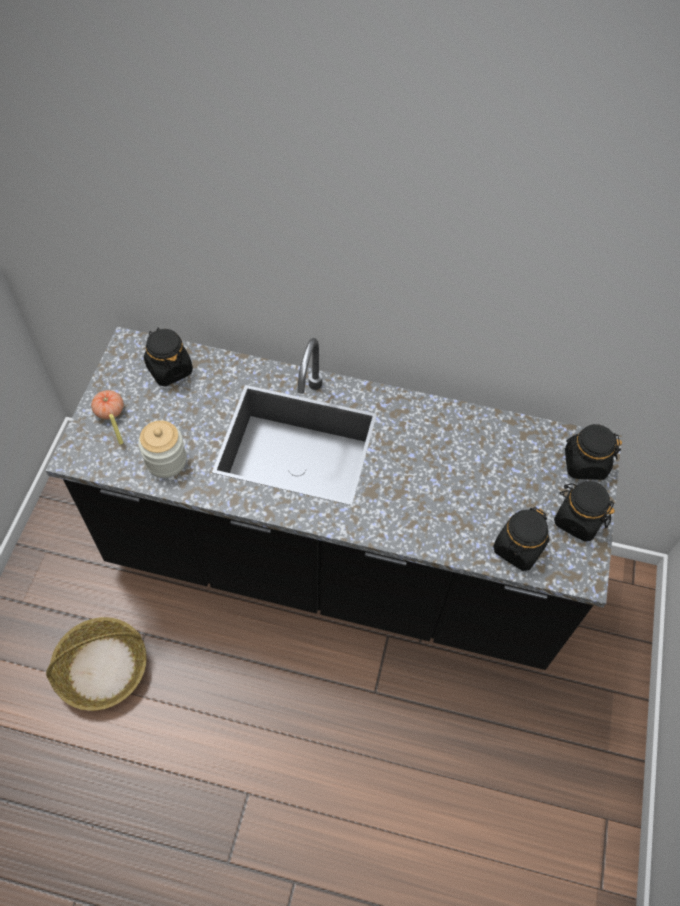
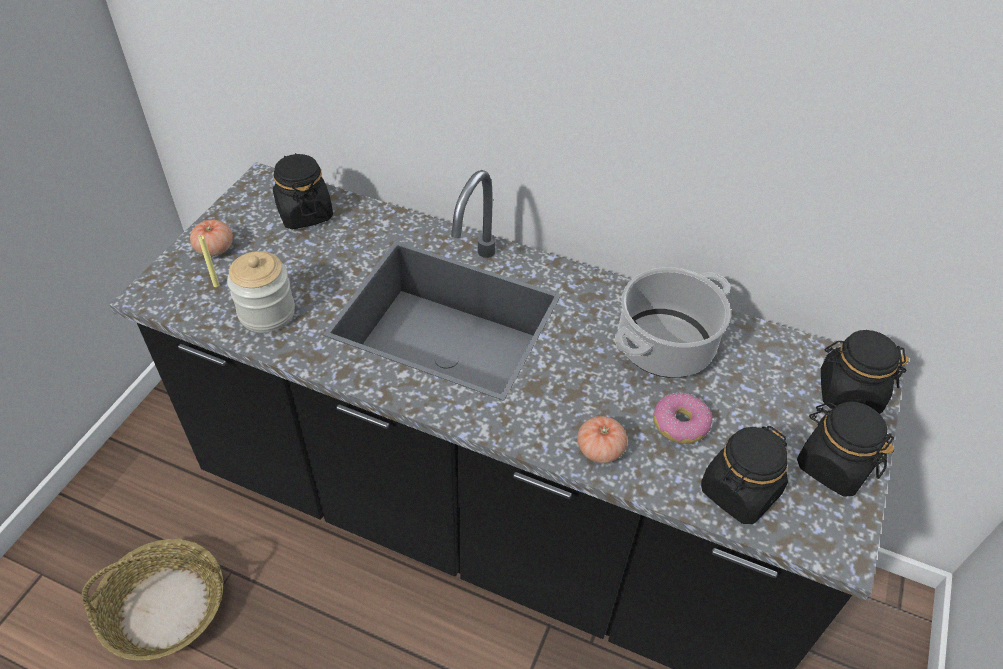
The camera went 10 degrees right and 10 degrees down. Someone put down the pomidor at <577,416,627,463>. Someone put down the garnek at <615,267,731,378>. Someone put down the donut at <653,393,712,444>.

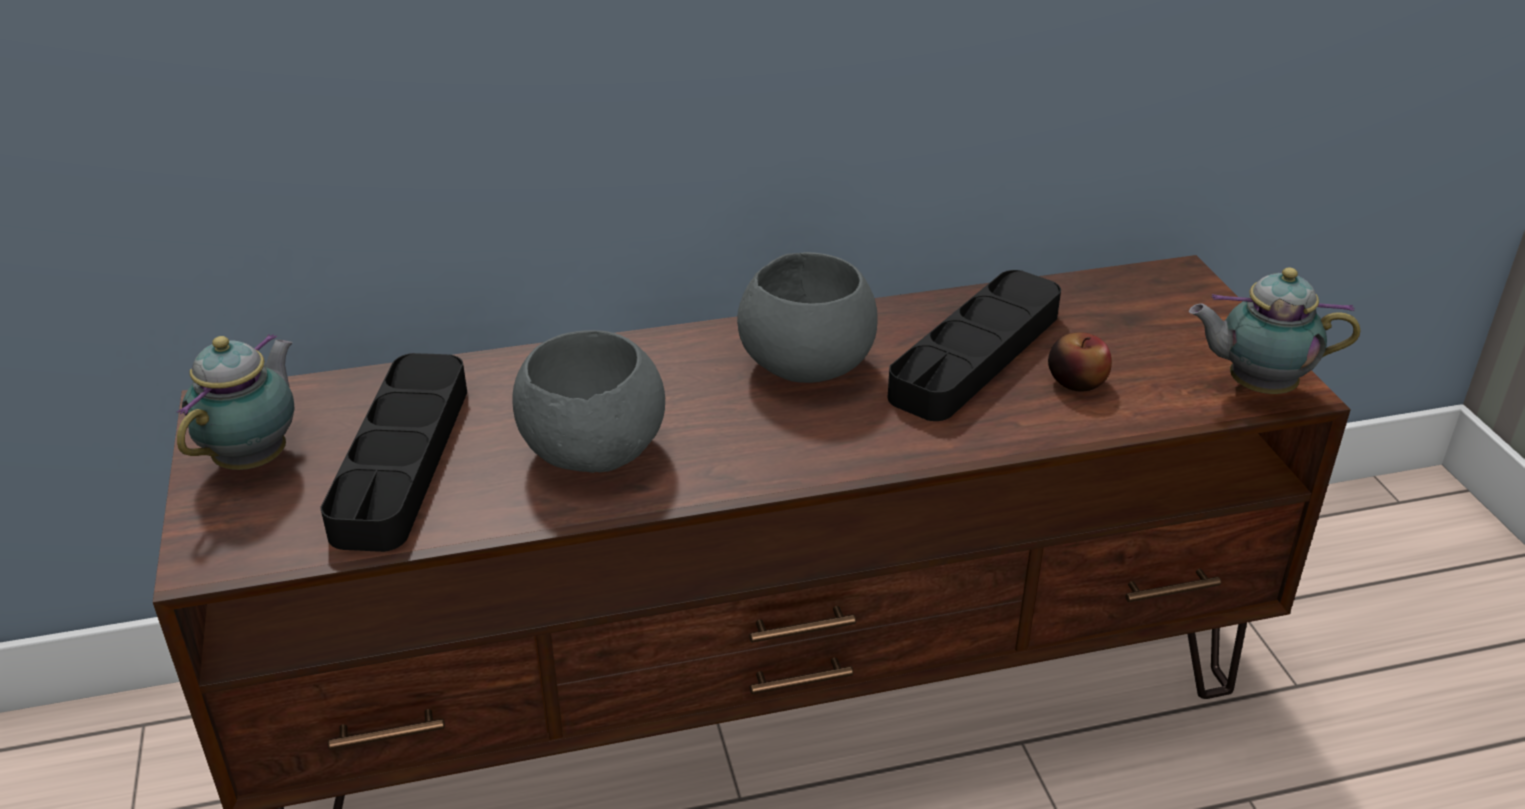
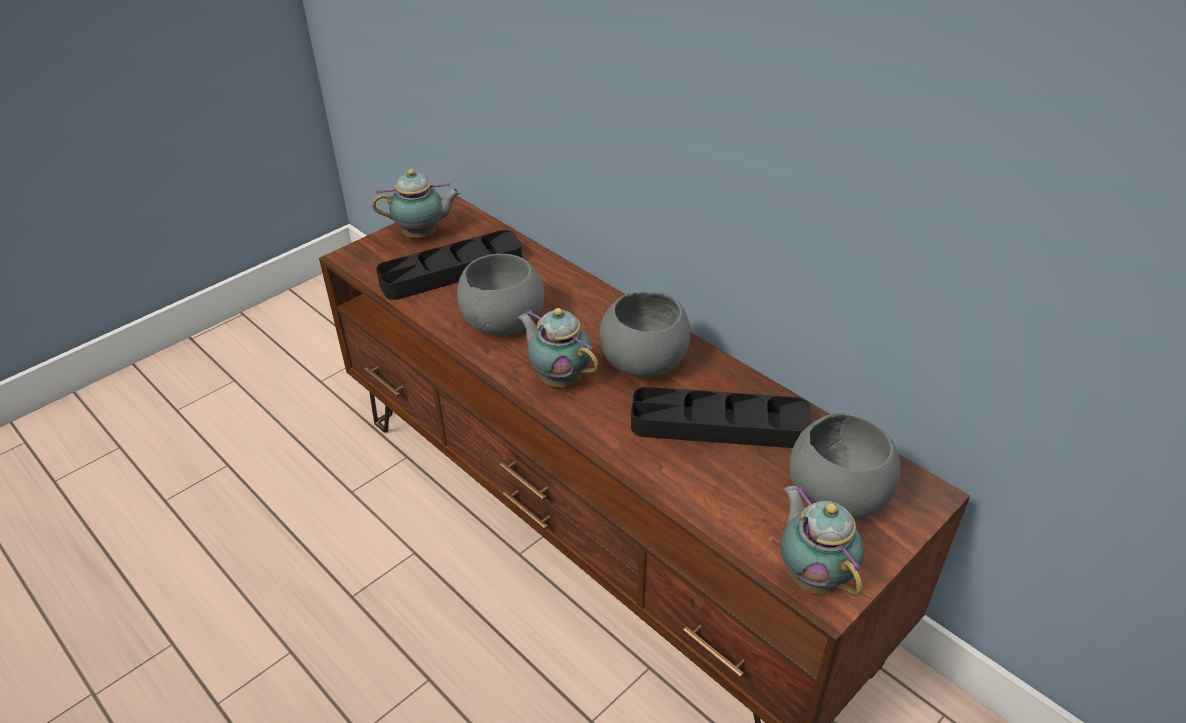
The camera went 60 degrees right and 5 degrees up. Someone took away the jabłko at <1048,332,1112,391>. Someone put down the imbryk at <518,308,599,387>. Someone put down the miska/szary at <790,413,901,519>.

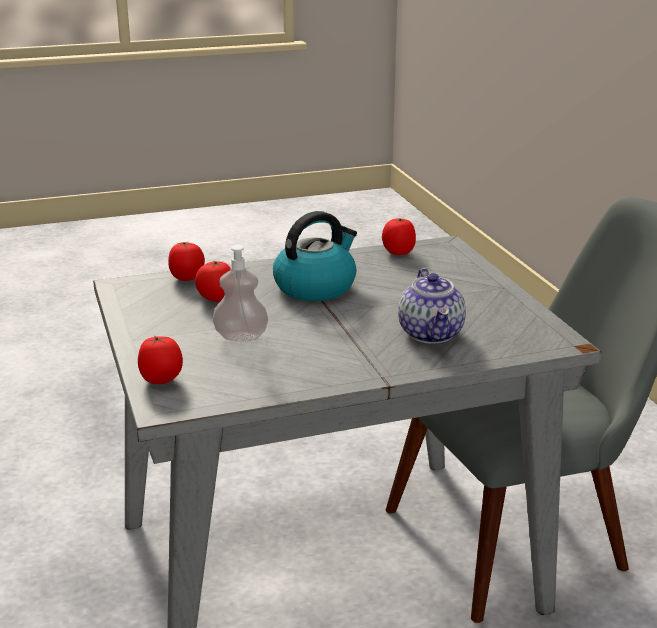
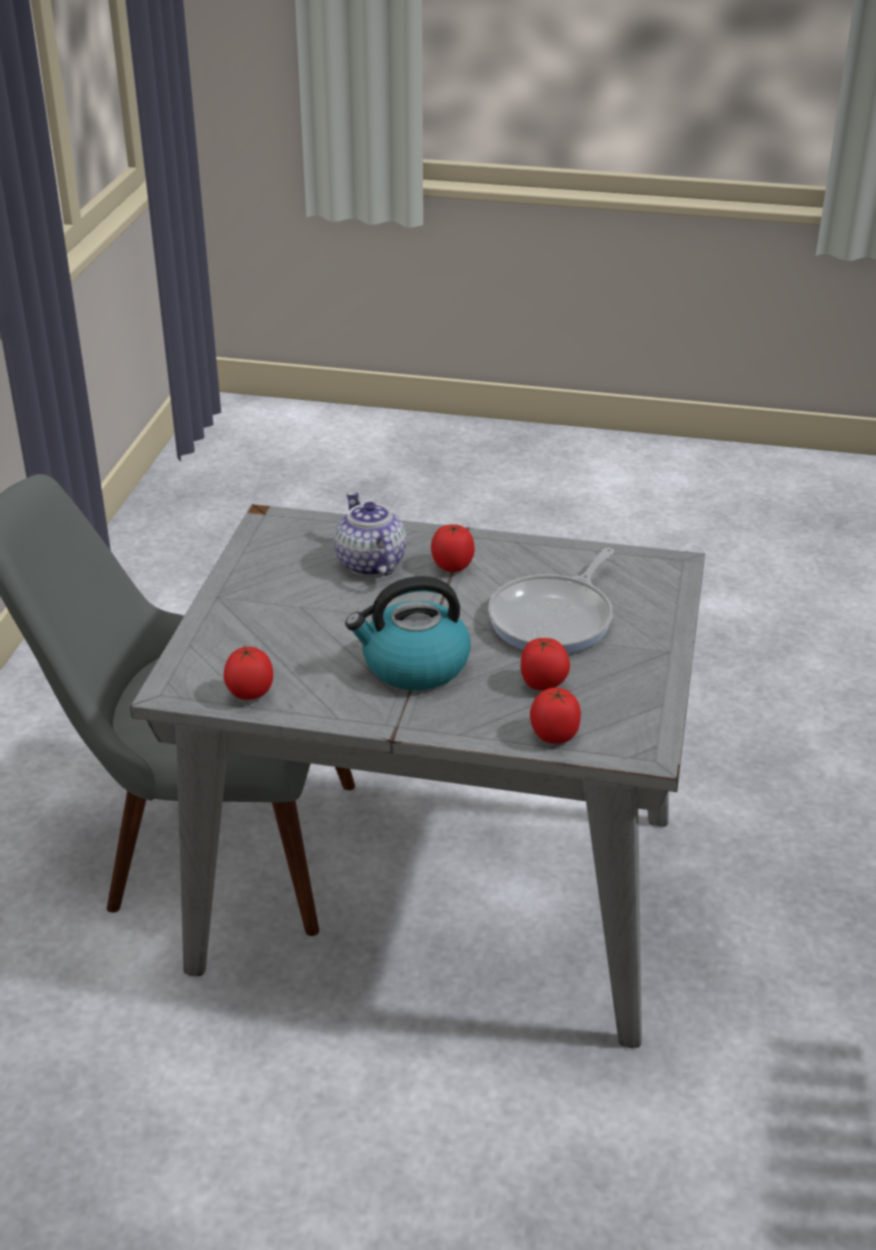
The camera went 150 degrees left and 10 degrees up. Someone carried the pomidor from <138,335,183,384> to <431,524,474,572>. Someone swapped the dozownik mydła at <213,245,268,342> for the patelnia at <488,548,614,654>. Someone rotated the imbryk at <398,268,466,343> by 45 degrees counterclockwise.

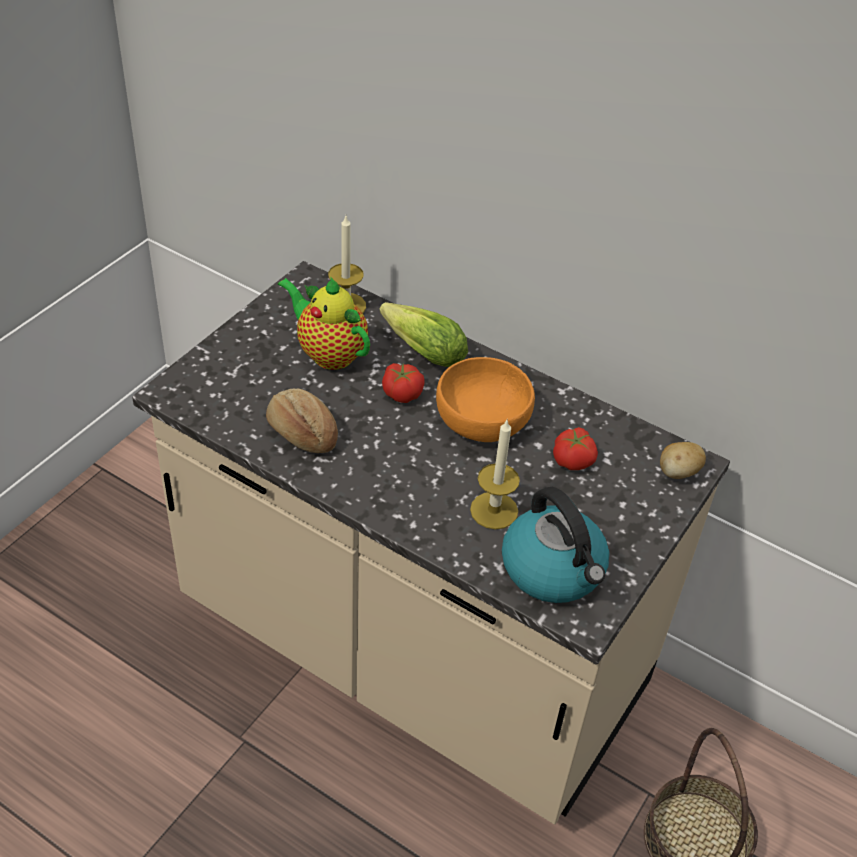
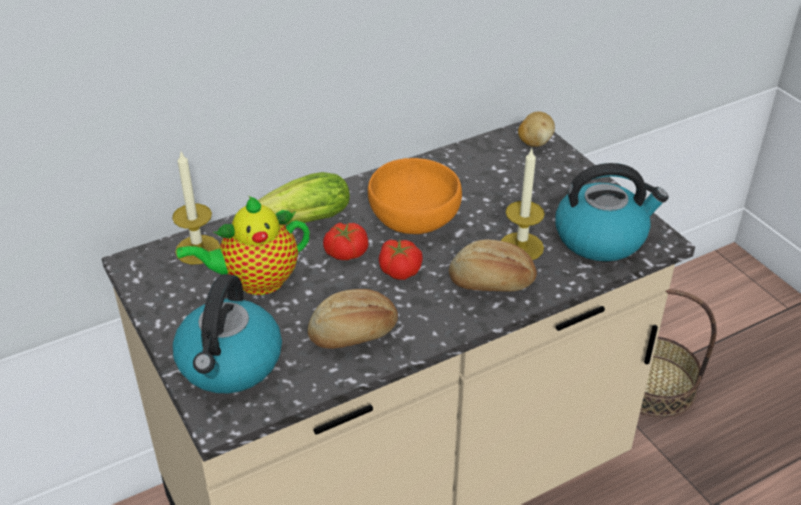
The camera went 60 degrees left and 5 degrees down. Someone carried the pomidor from <553,427,598,470> to <379,239,423,280>. Someone put down the czajnik at <173,274,282,393>. Someone put down the chleb at <449,240,537,292>.

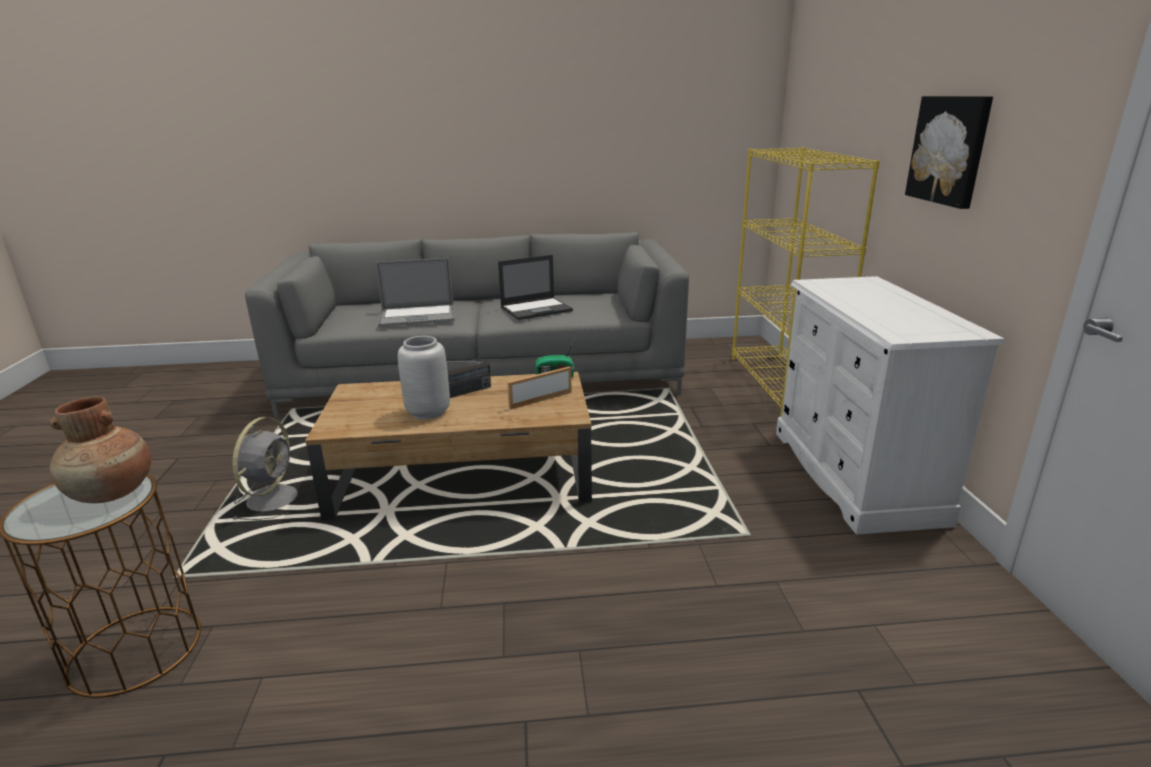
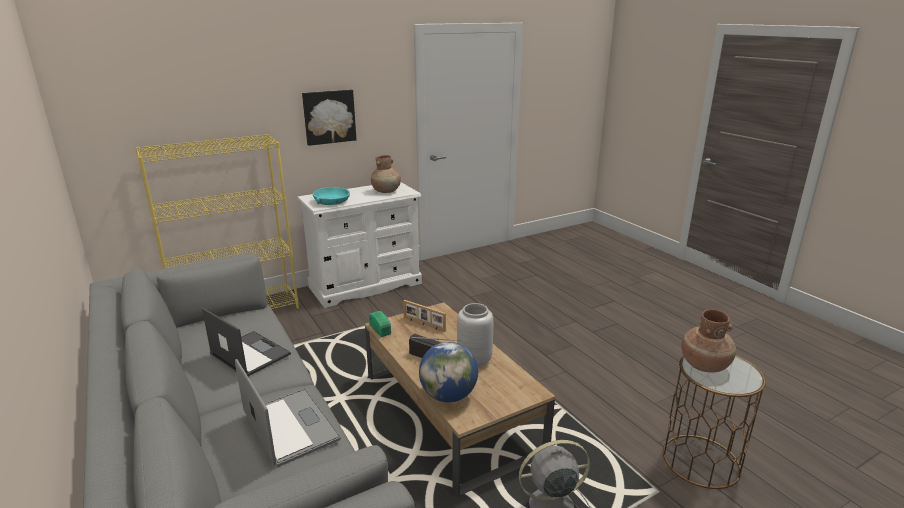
The camera went 115 degrees left and 0 degrees up. Someone put down the miska/turkusowy at <313,187,350,205>. Someone put down the wazon/brązowy at <371,155,401,193>. Someone put down the globus at <419,342,478,402>.

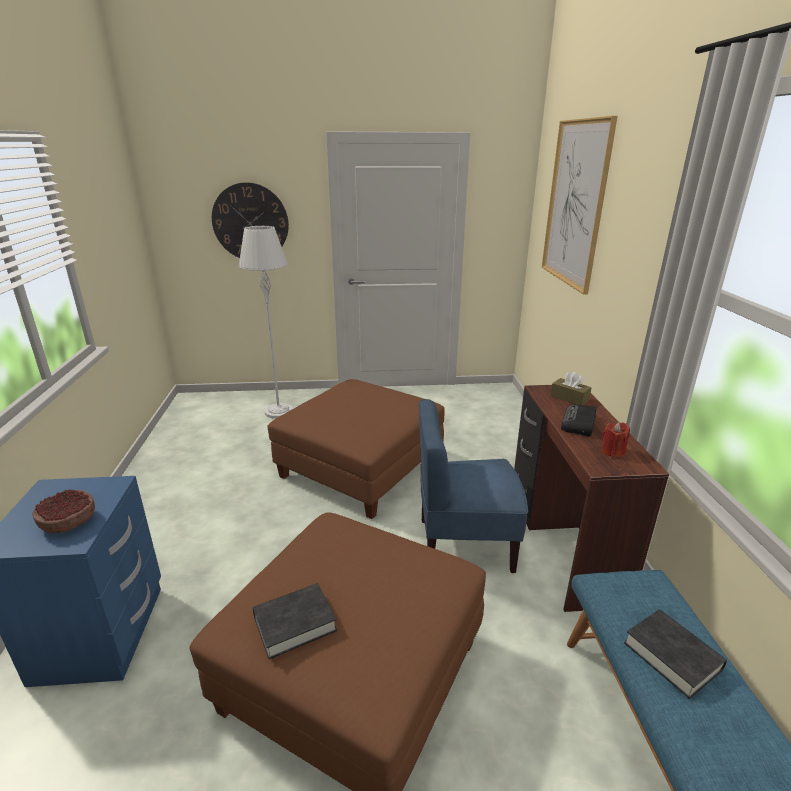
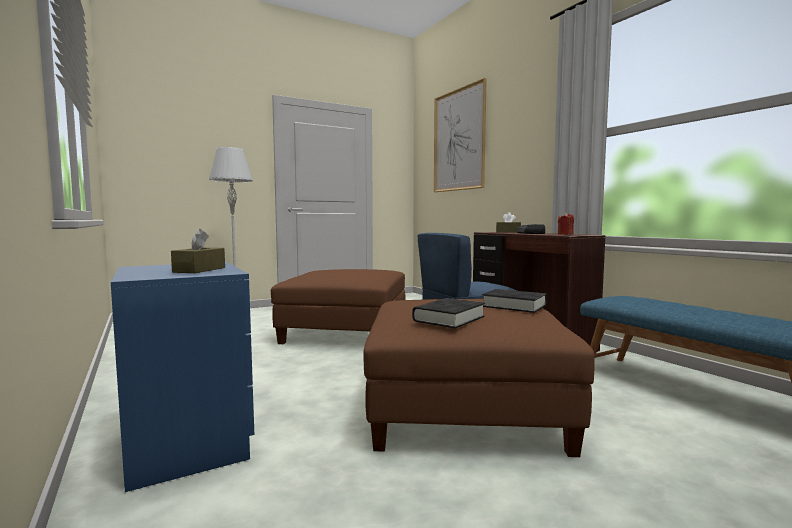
The camera went 25 degrees left and 20 degrees down. Someone swapped the miska at <32,489,95,533> for the pudełko chusteczek/brązowy at <171,229,225,273>. Someone took away the zegar ścienny at <212,182,289,258>. Someone carried the książka/czarny from <624,609,727,699> to <482,289,547,313>.

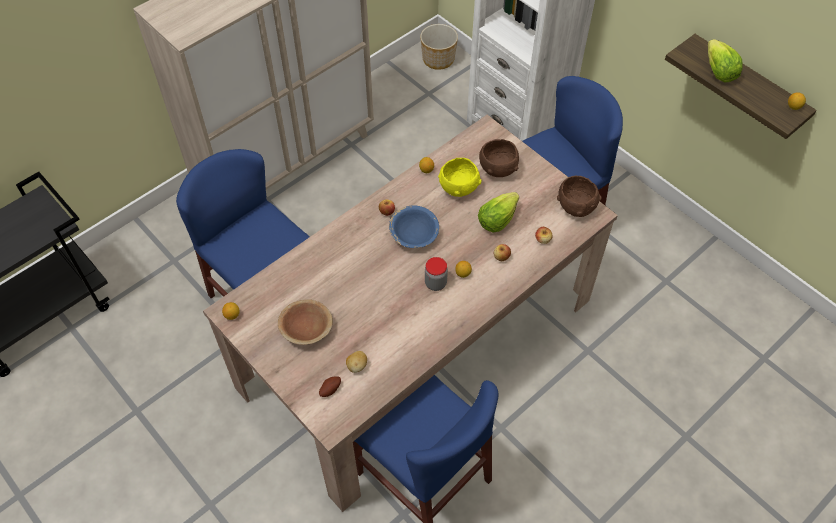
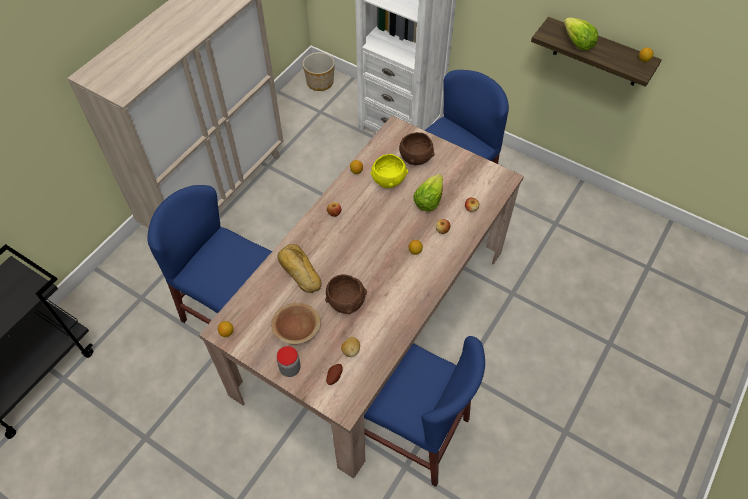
The camera went 15 degrees left and 0 degrees up. Someone took away the miska/niebieski at <389,205,439,248>. Someone carried the słoik from <425,257,448,291> to <277,346,301,377>. Someone carried the miska/brązowy from <557,175,602,217> to <325,274,367,314>. Someone put down the chleb at <278,244,322,293>.

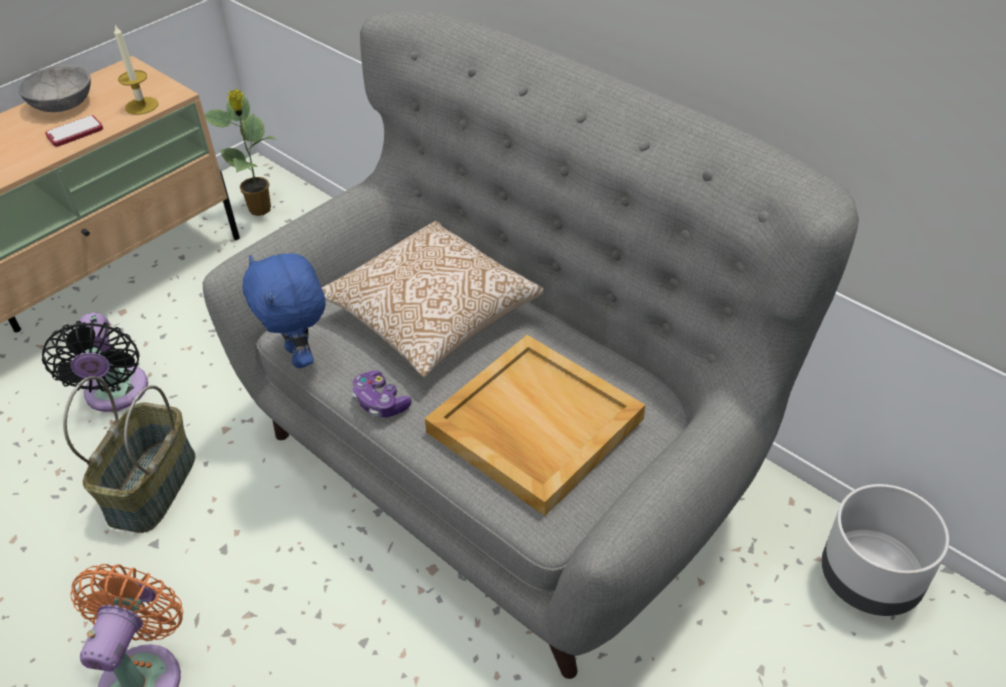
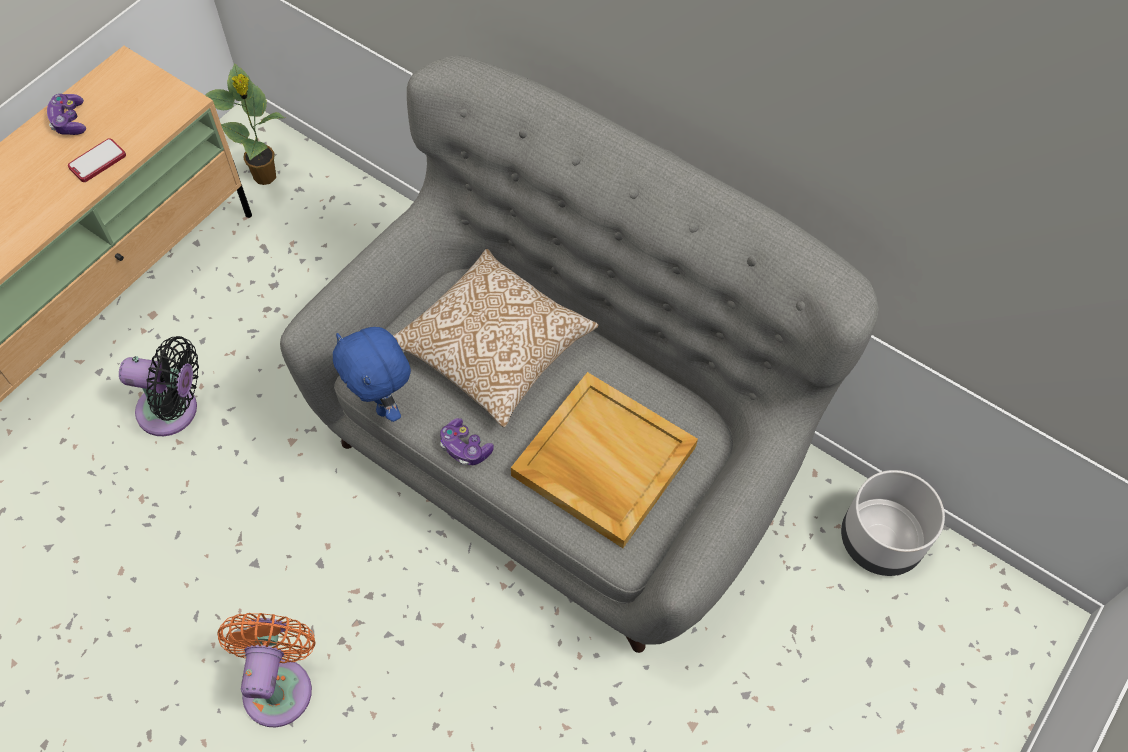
The camera went 10 degrees left and 15 degrees up. Someone swapped the miska/szary at <18,65,91,112> for the pad do gier at <47,94,86,135>. Someone rotated the wentylator/czarny at <42,312,148,412> by 60 degrees counterclockwise. Someone took away the koszyk at <63,376,195,533>. Someone took away the świeca at <114,25,158,115>.

